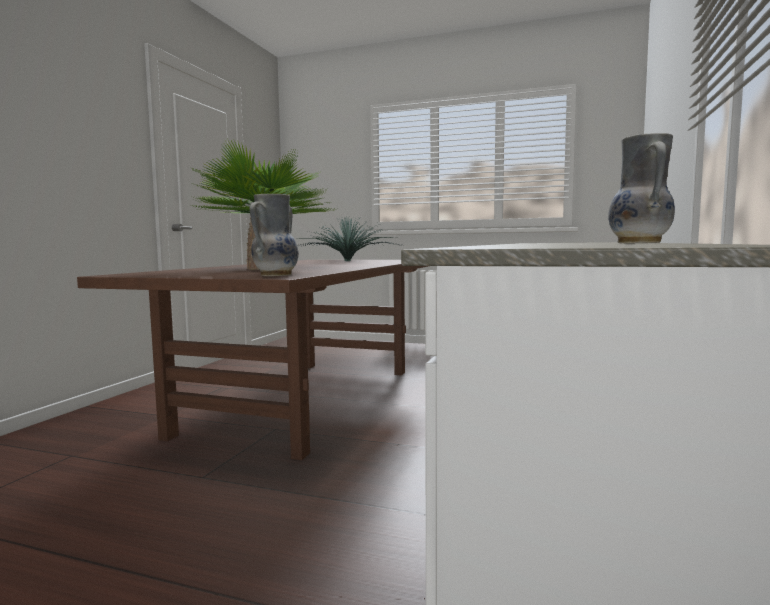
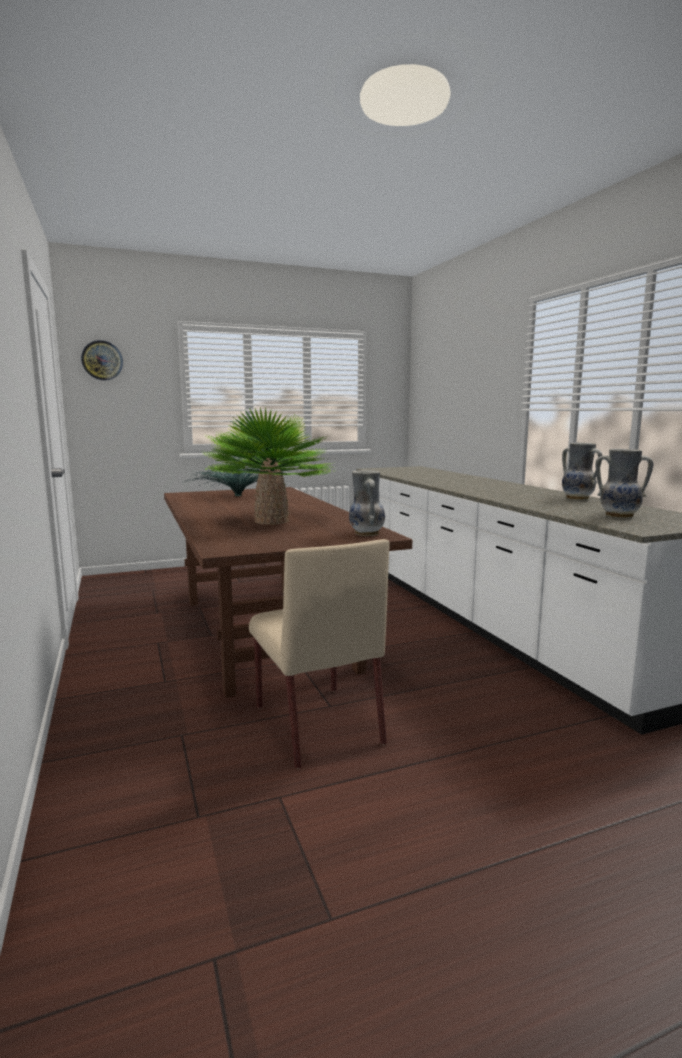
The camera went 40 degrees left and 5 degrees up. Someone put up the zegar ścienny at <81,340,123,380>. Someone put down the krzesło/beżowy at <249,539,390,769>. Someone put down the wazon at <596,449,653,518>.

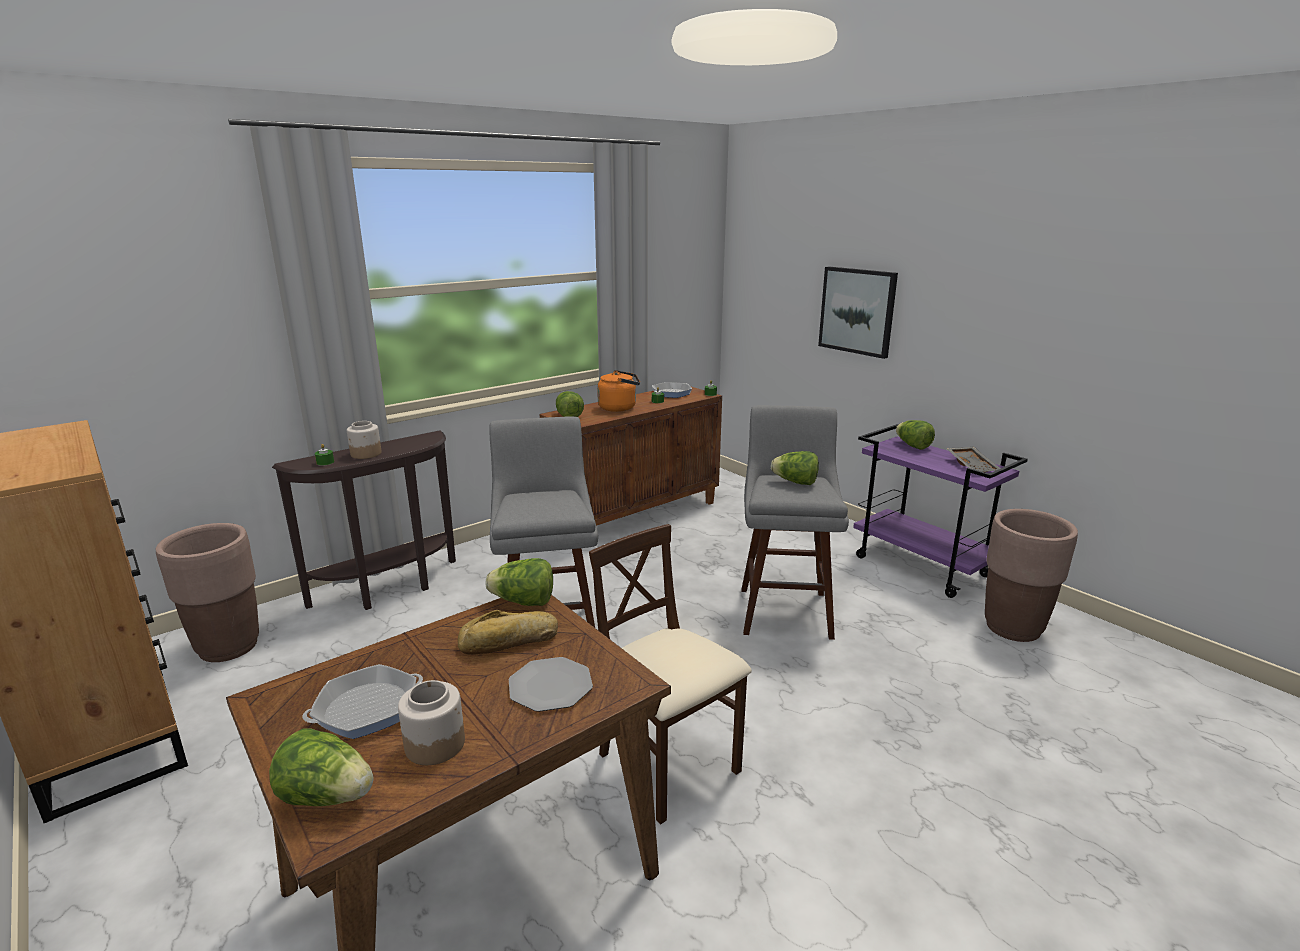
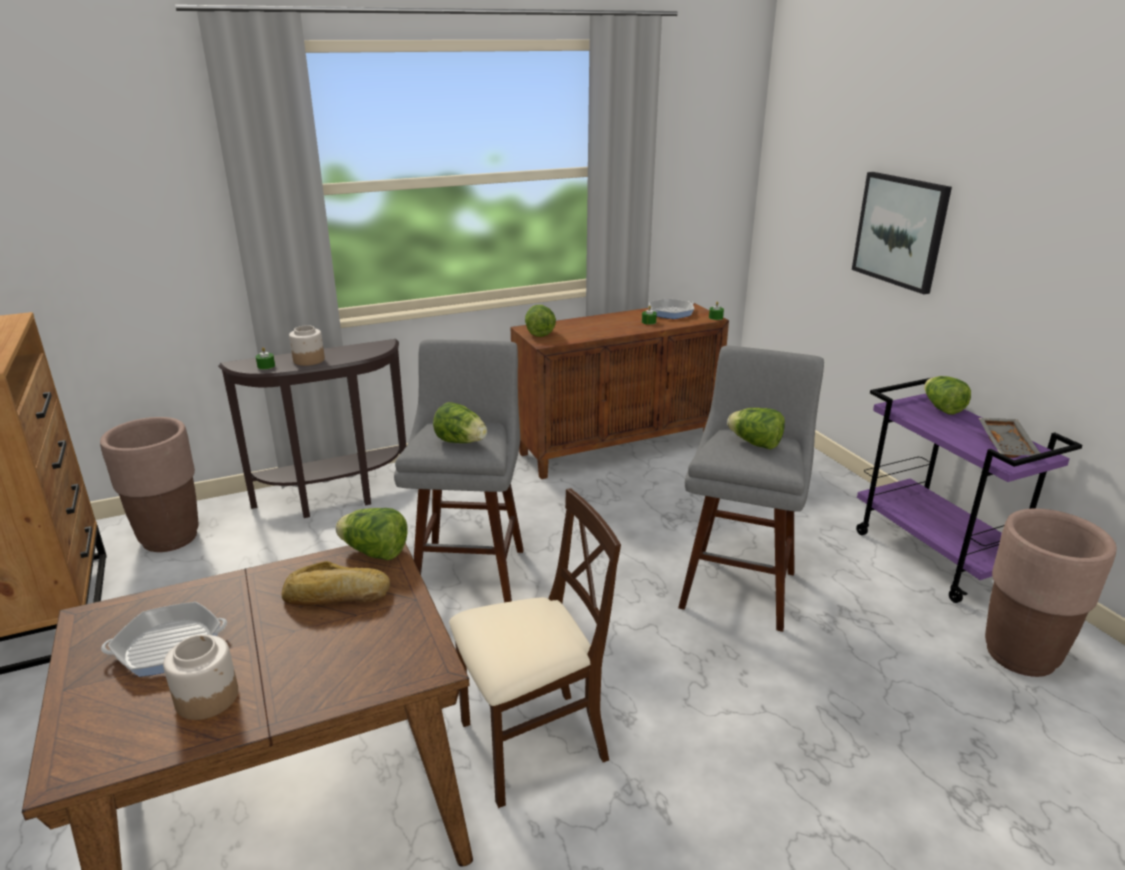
The camera went 15 degrees right and 5 degrees up. Someone carried the sałata from <269,728,373,806> to <433,402,487,443>. Someone took away the talerz at <509,657,593,712>. Someone rotated the krzesło/beżowy at <589,524,752,825> by 90 degrees clockwise. Someone took away the czajnik/pomarańczowy at <597,370,640,412>.

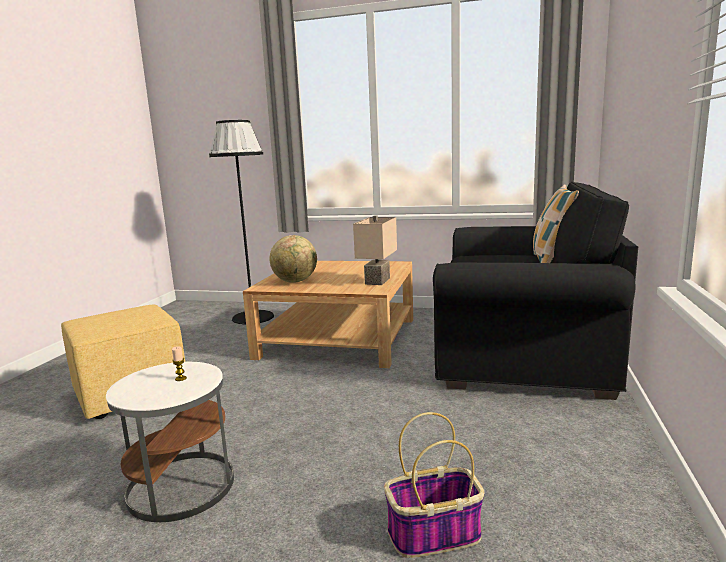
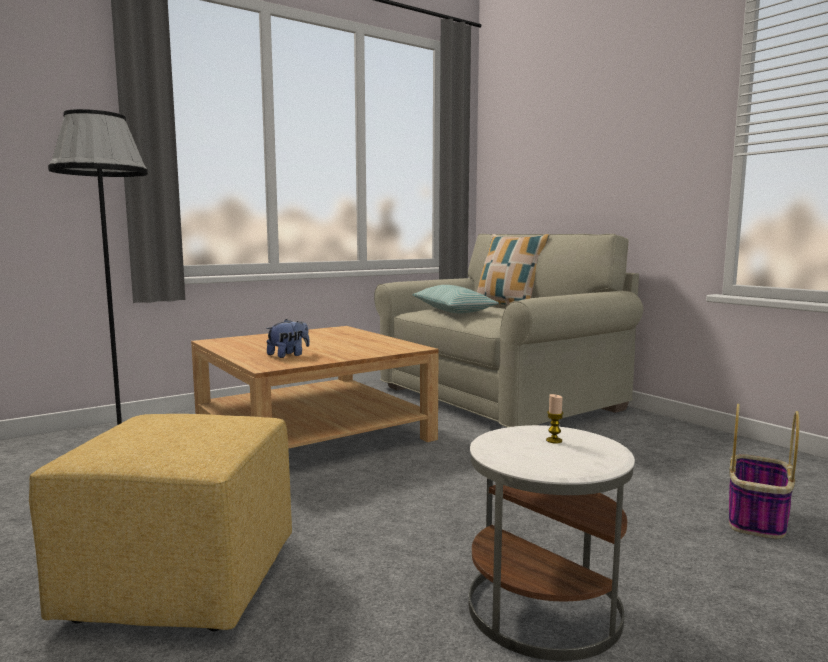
The camera went 50 degrees left and 5 degrees down. Someone swapped the globus at <269,235,317,283> for the pluszak at <266,319,309,358>. Someone took away the lampa stołowa/beżowy at <353,215,397,285>. Someone repainted the kanapa/czarny at <433,181,638,400>, which became the kanapa/beżowy at <374,234,644,427>. Someone put down the poduszka at <412,285,499,314>.

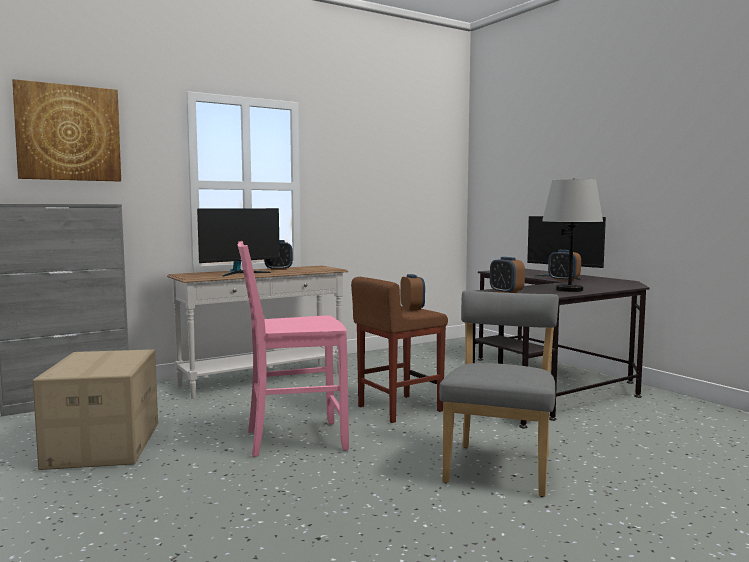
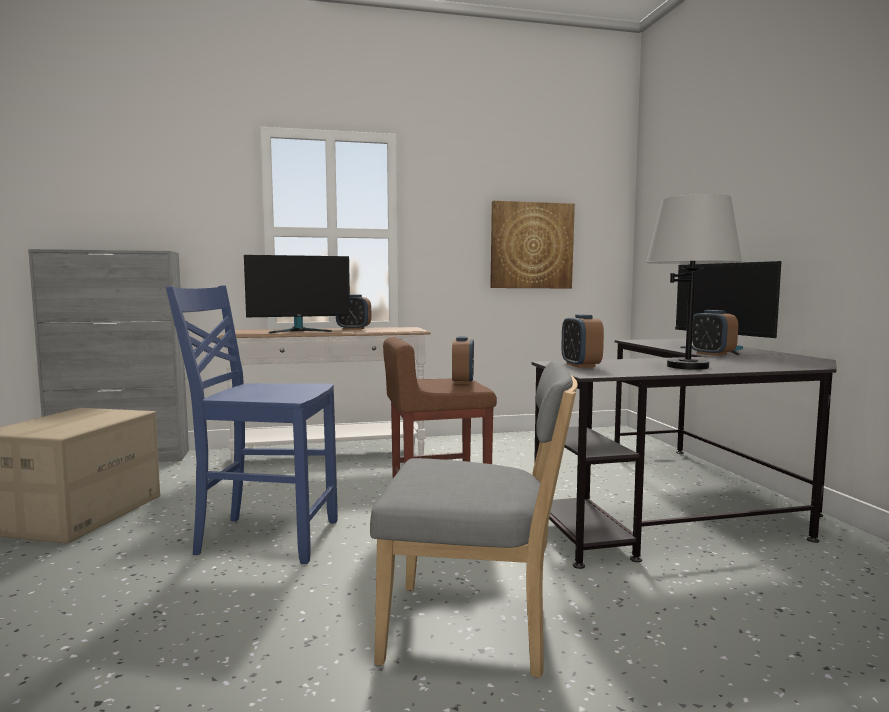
The camera went 20 degrees right and 0 degrees up. Someone carried the obraz from <12,79,121,182> to <490,201,575,288>. Someone repainted the krzesło/różowy at <238,241,349,457>, which became the krzesło/niebieski at <166,285,338,564>. Someone rotated the krzesło/szary at <439,291,559,497> by 60 degrees clockwise.

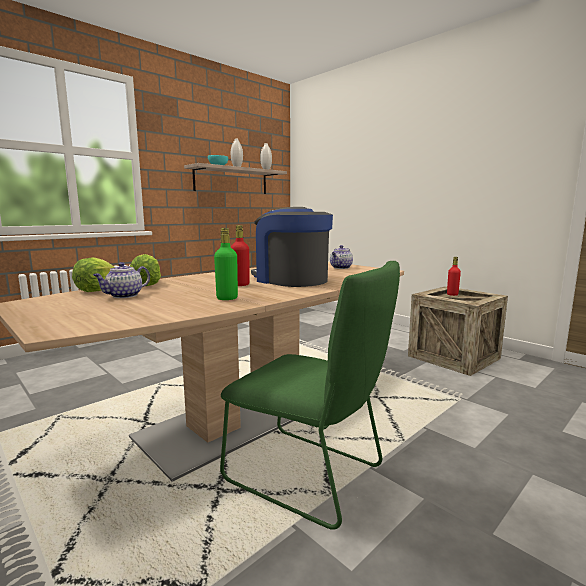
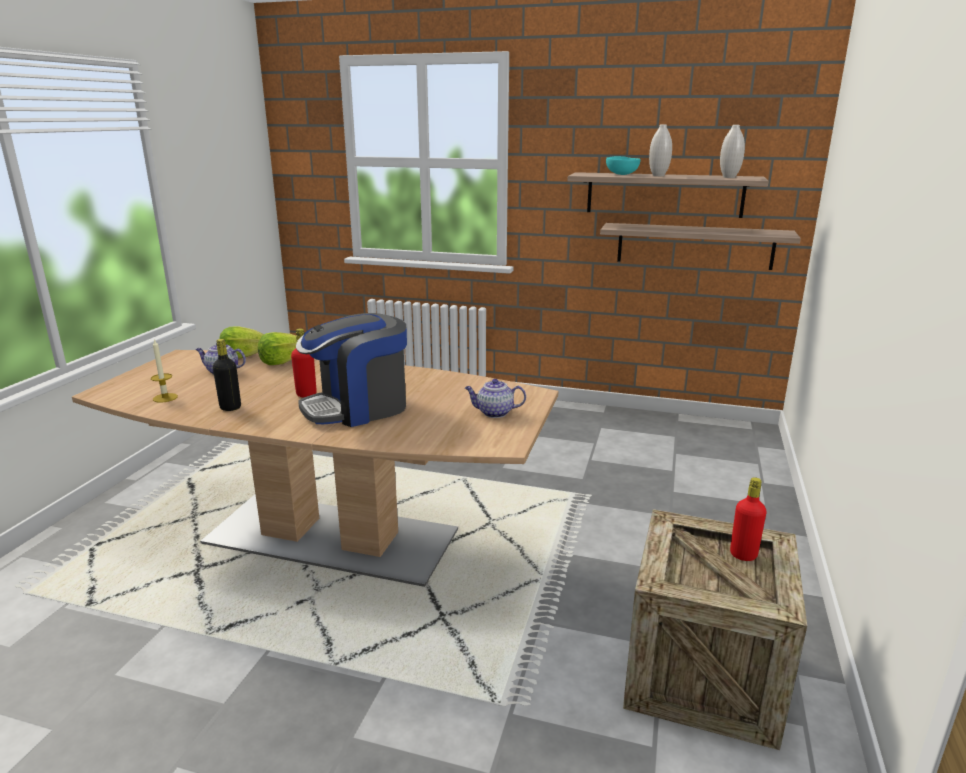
The camera went 60 degrees right and 10 degrees up. Someone repainted the butelka/zielony at <214,228,238,300>, which became the butelka/czarny at <213,339,241,411>. Someone took away the krzesło/zielony at <220,261,400,530>. Someone rotated the ekspres do kawy at <251,207,333,287> by 135 degrees counterclockwise. Someone put down the świeca at <151,339,178,403>. Someone put up the półka at <600,223,801,270>.

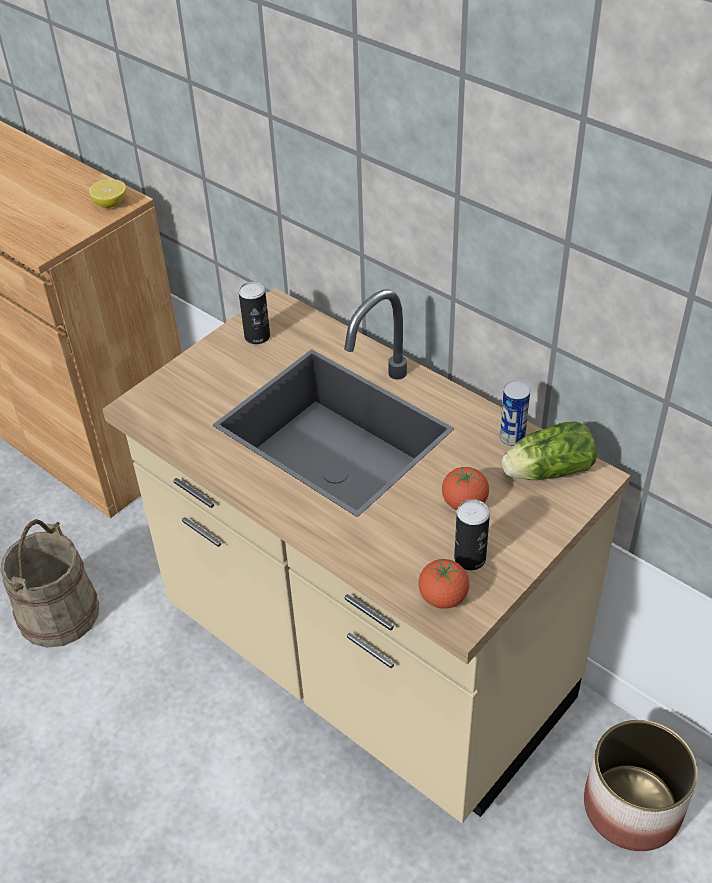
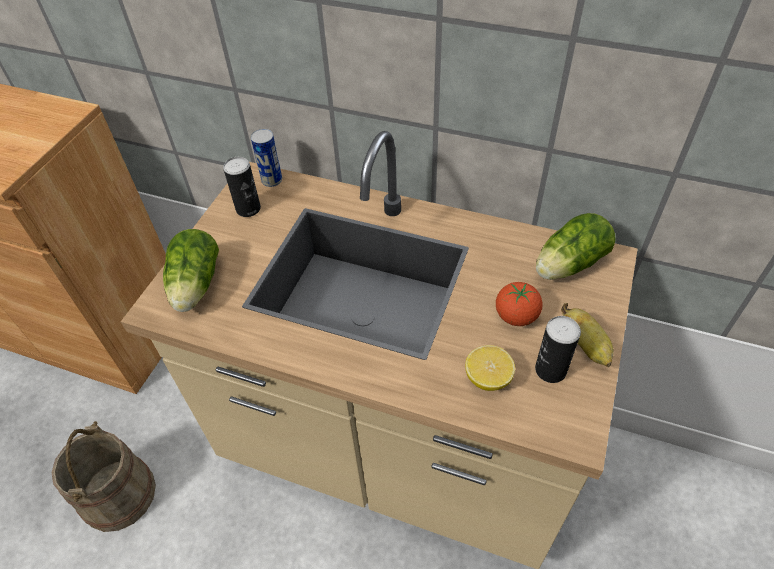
The camera went 20 degrees left and 5 degrees up. Someone carried the cytryna from <89,179,126,208> to <465,345,515,391>. Someone took away the pomidor at <418,559,469,609>. Someone carried the puszka from <500,381,530,446> to <251,129,282,187>. Someone took away the donica at <584,720,698,851>. Someone put down the sałata at <163,229,219,312>. Someone put down the banan at <561,303,614,367>.

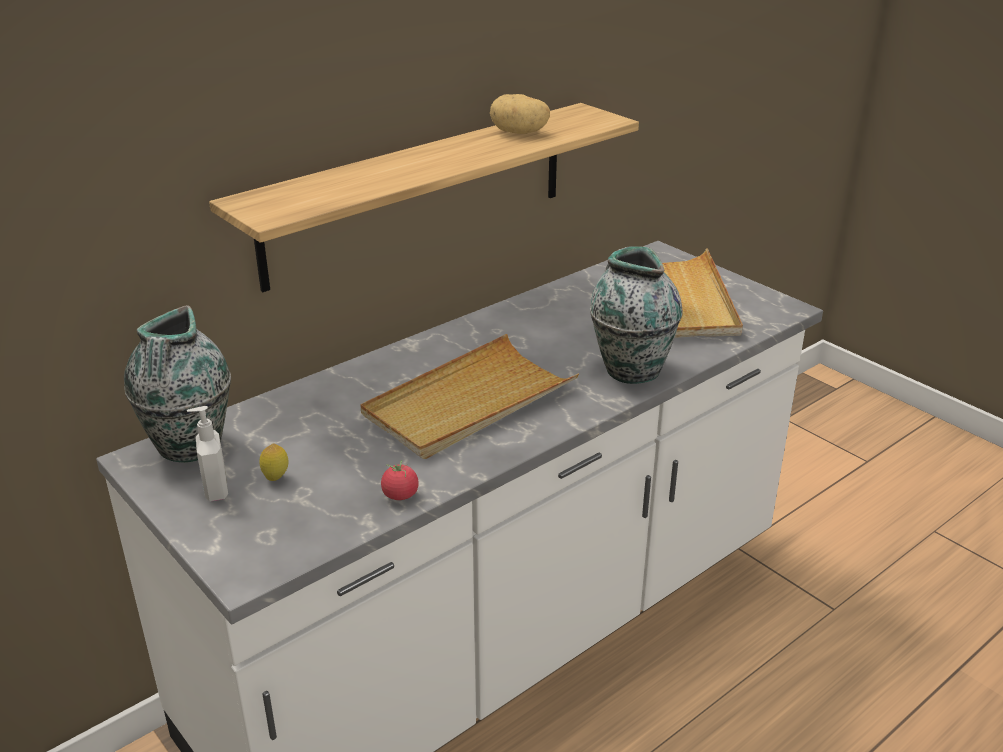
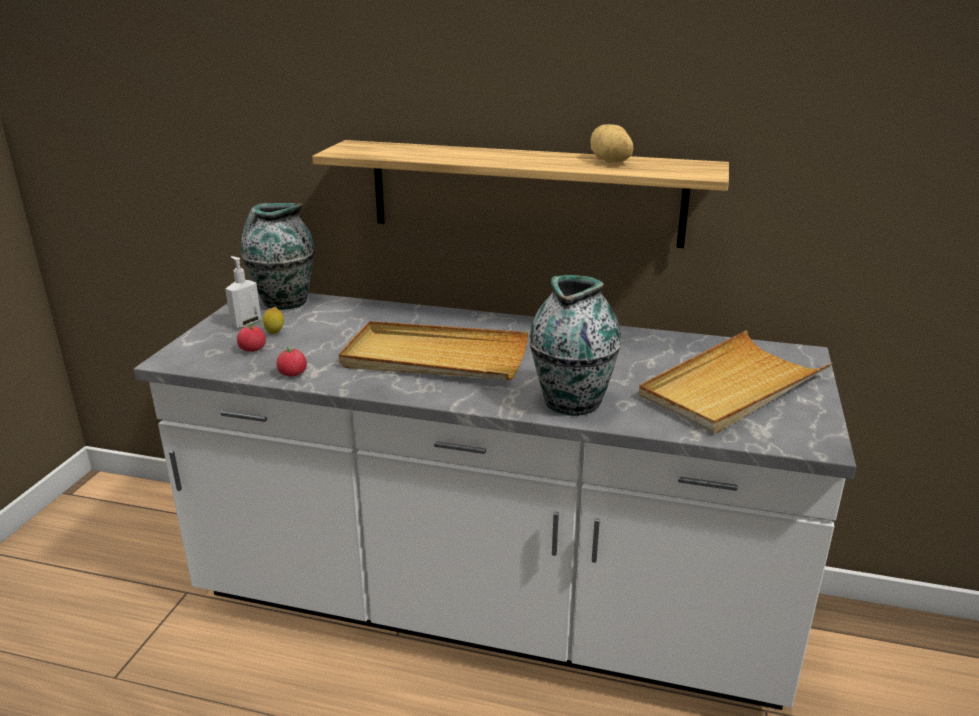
The camera went 55 degrees right and 5 degrees down. Someone put down the pomidor at <237,321,266,352>.

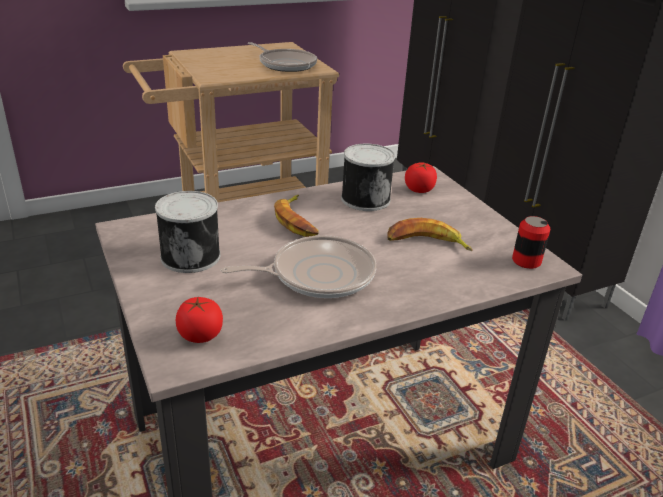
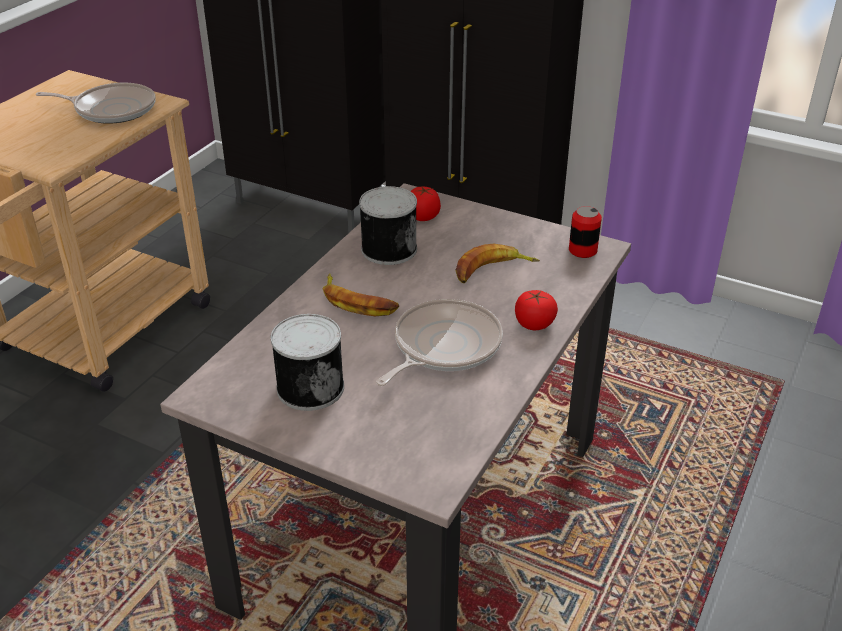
The camera went 35 degrees left and 5 degrees up. Someone carried the pomidor from <176,297,223,343> to <515,290,558,330>.

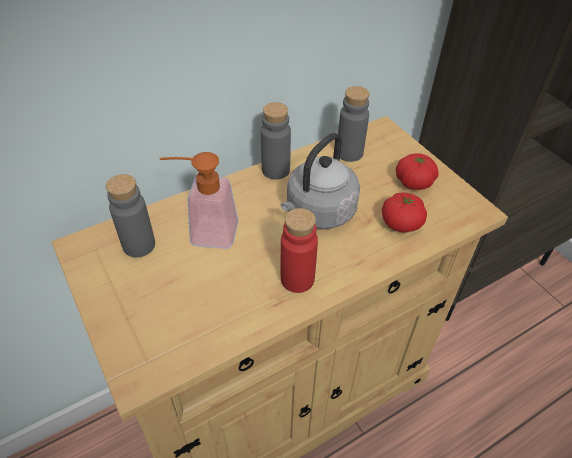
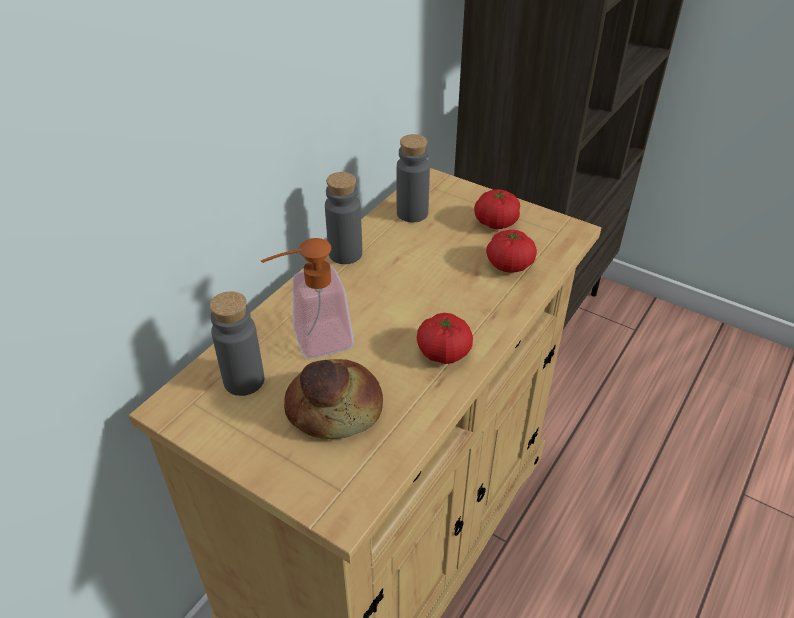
The camera went 25 degrees left and 5 degrees down. Someone took away the czajnik/szary at <280,133,360,229>. Someone swapped the butelka/czerwony at <281,208,318,293> for the pomidor at <417,313,473,364>. Someone put down the chleb at <284,359,383,439>.

